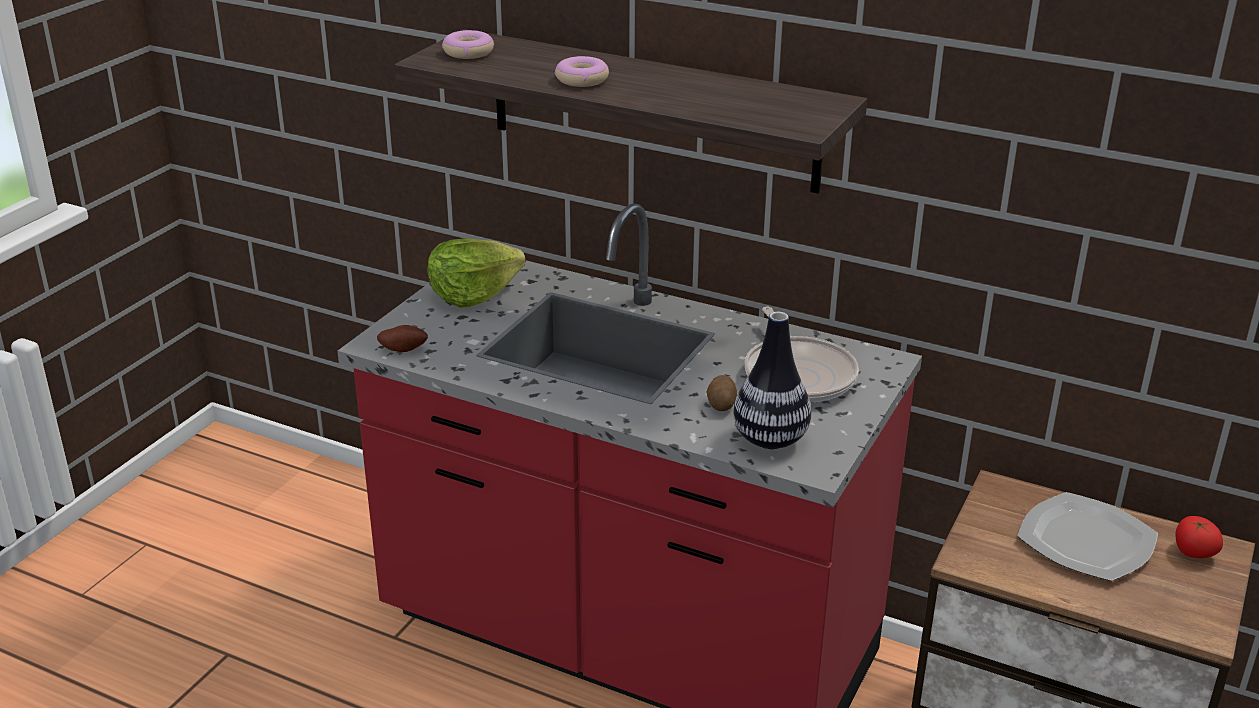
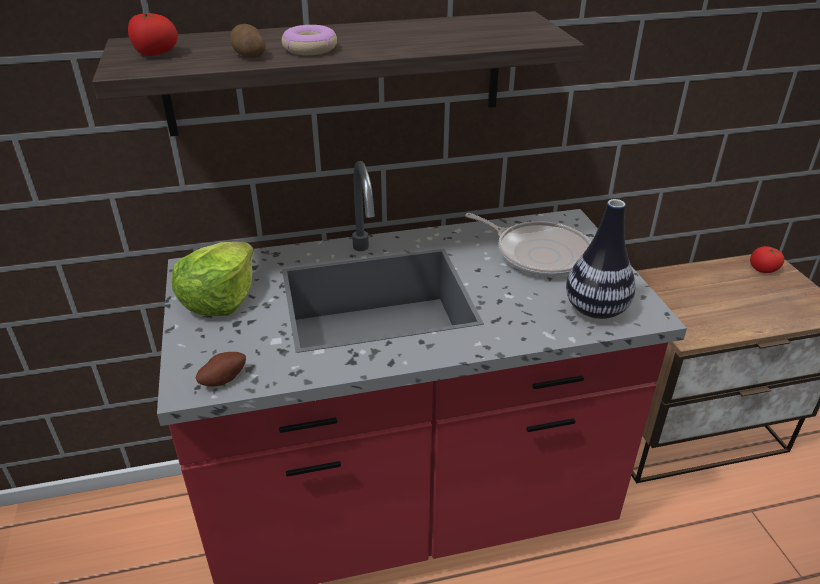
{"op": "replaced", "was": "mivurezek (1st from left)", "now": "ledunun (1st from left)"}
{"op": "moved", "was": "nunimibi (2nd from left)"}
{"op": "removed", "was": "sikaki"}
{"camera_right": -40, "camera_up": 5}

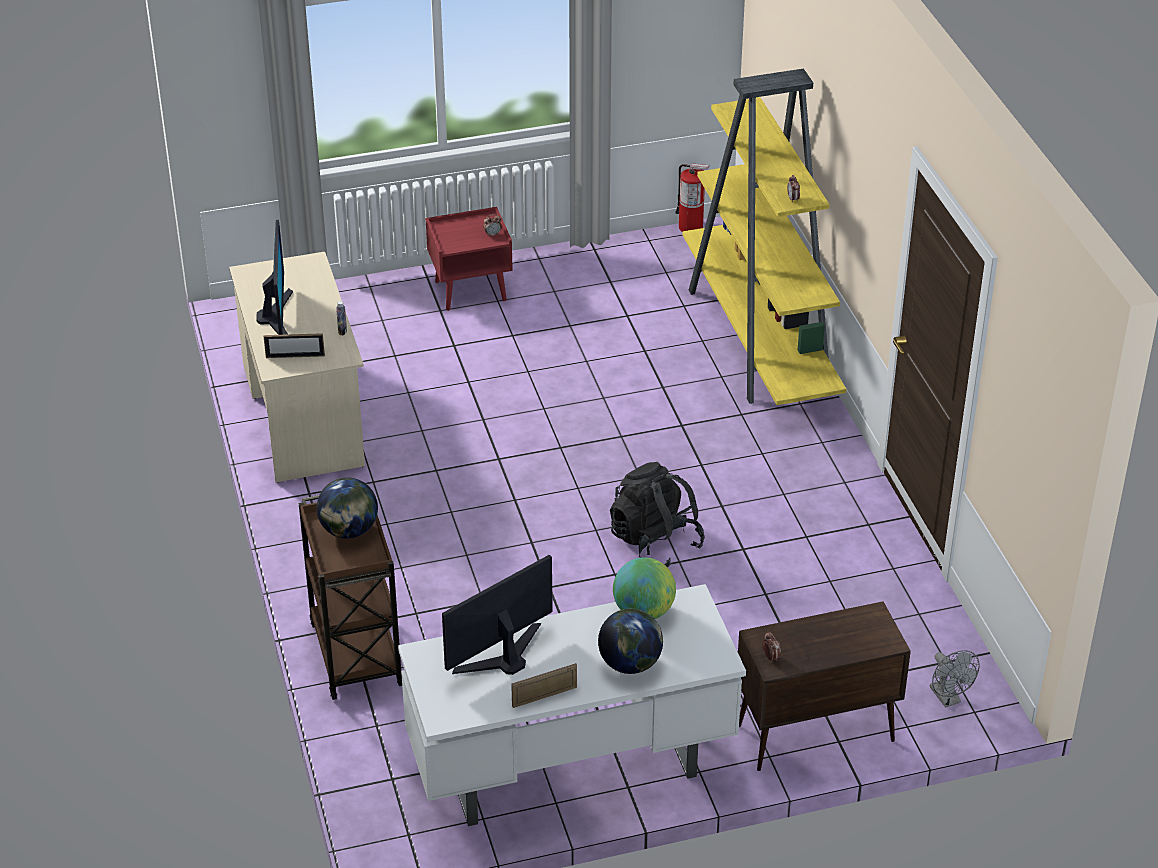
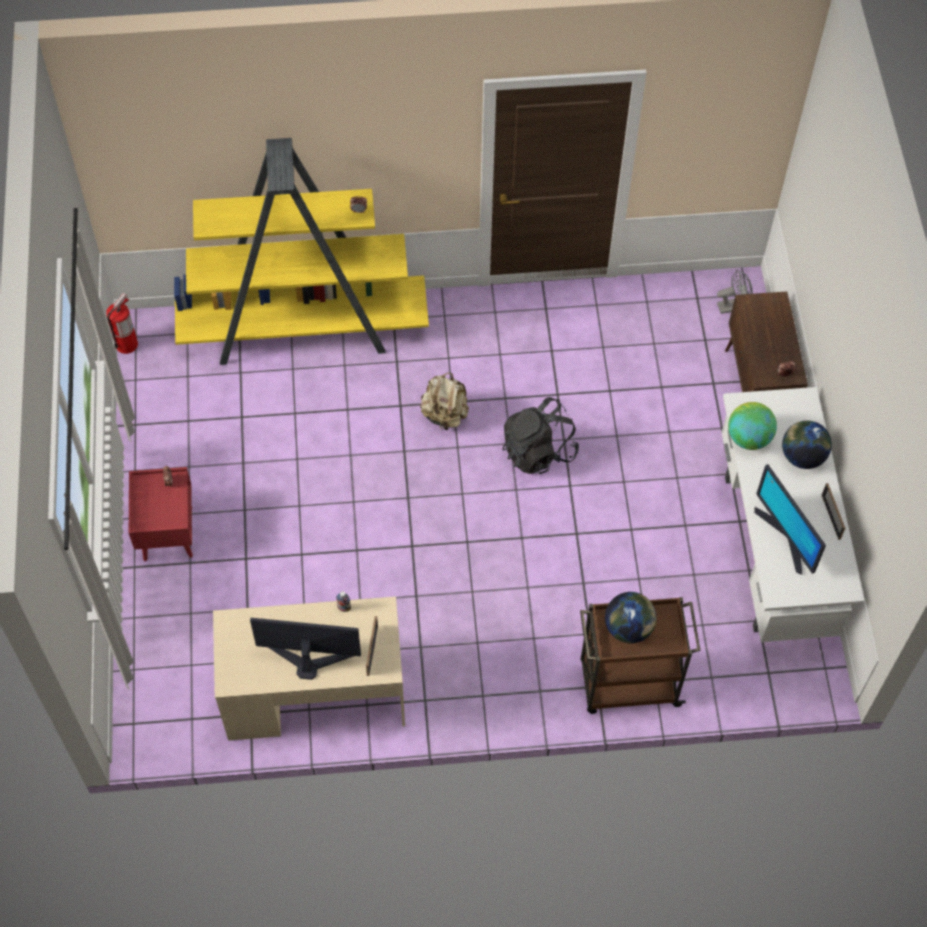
{"op": "added", "now": "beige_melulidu"}
{"camera_right": -80, "camera_up": 20}

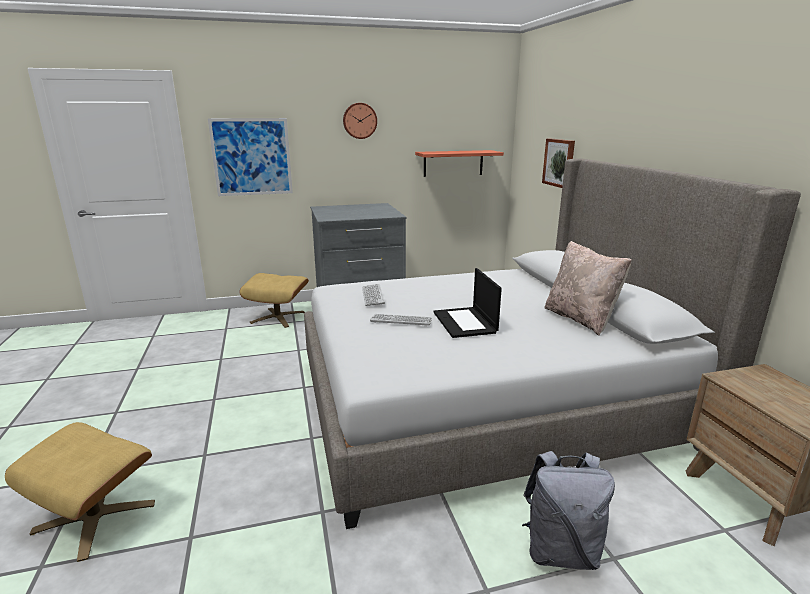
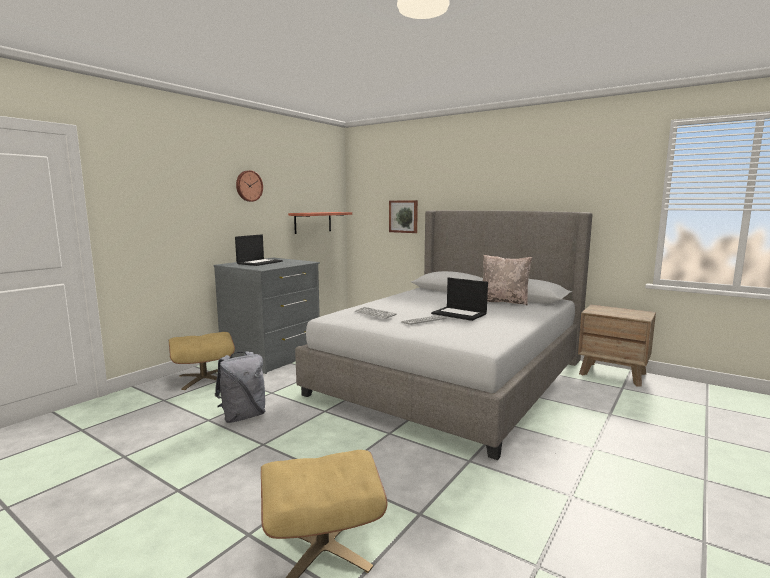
{"op": "removed", "was": "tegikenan (1st from left)"}
{"op": "moved", "was": "grey_melulidu"}
{"op": "added", "now": "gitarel (1st from left)"}
{"camera_right": -40, "camera_up": -10}

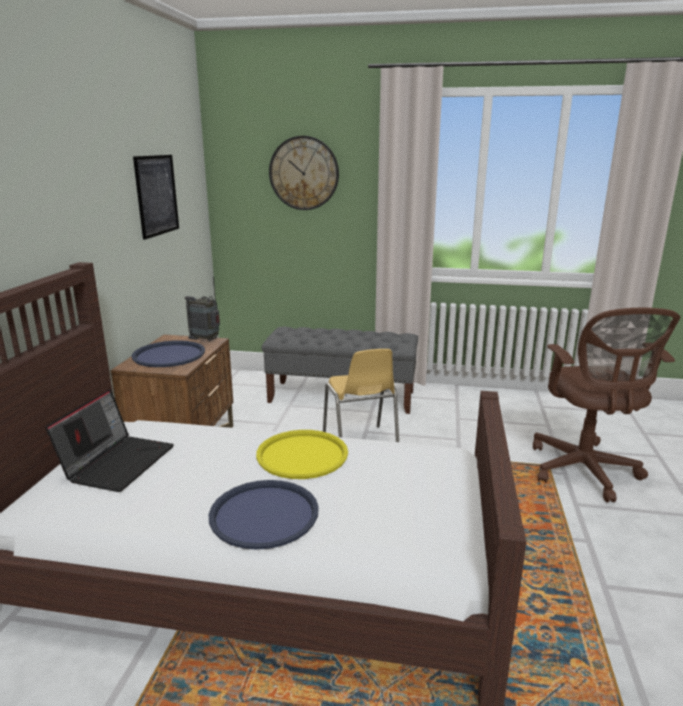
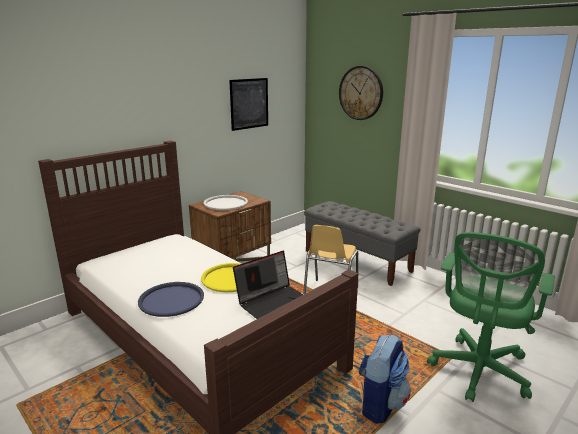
{"op": "moved", "was": "gitarel"}
{"op": "recoloured", "was": "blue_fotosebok (1st from left)", "now": "white_fotosebok"}
{"op": "removed", "was": "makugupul"}
{"op": "recoloured", "was": "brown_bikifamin", "now": "green_bikifamin"}
{"op": "added", "now": "melulidu"}
{"camera_right": 35, "camera_up": 0}

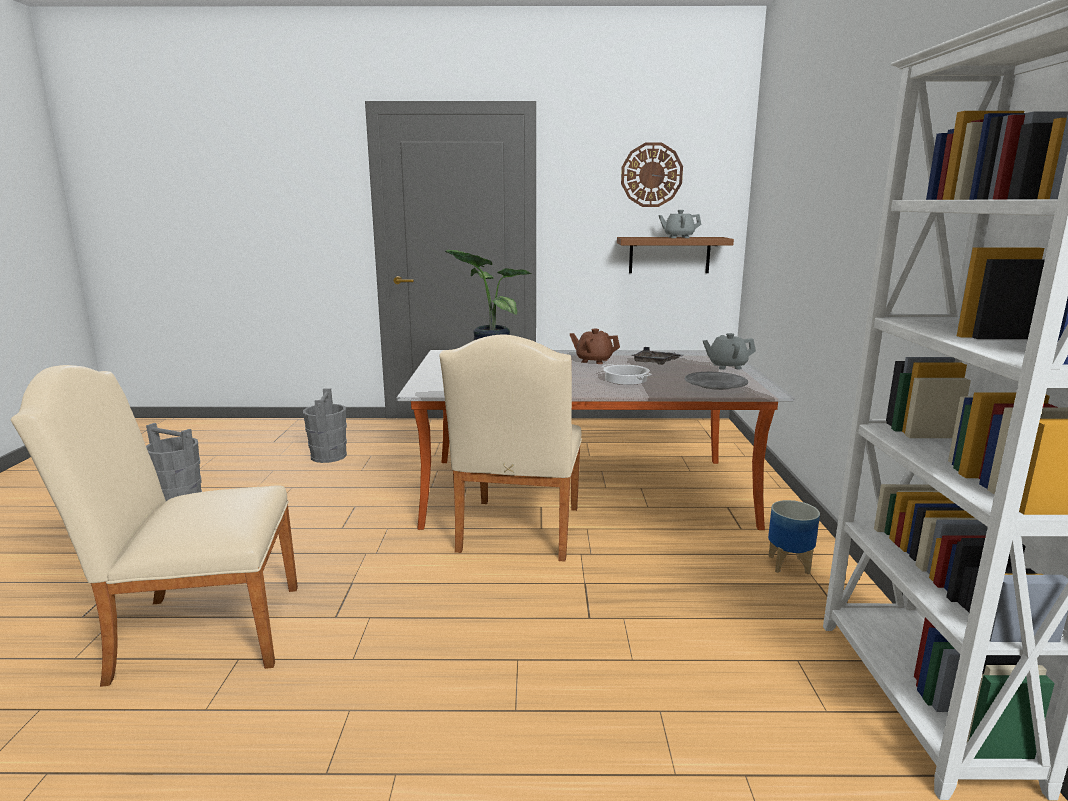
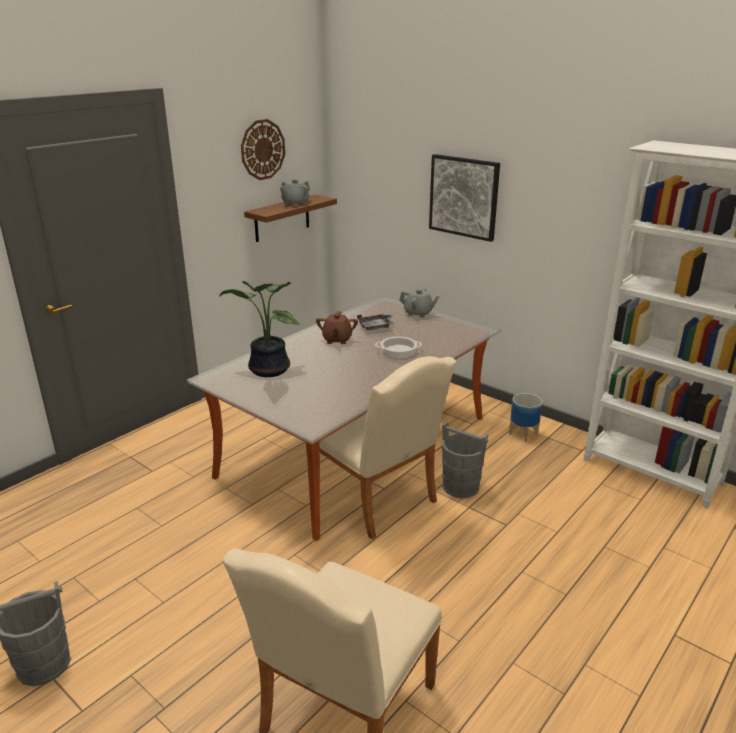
{"op": "moved", "was": "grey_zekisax (2nd from left)"}
{"op": "turned", "was": "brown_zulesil", "clockwise": -60}
{"op": "removed", "was": "grey_sikaki"}
{"op": "turned", "was": "grey_zulesil (2nd from left)", "clockwise": -105}
{"op": "added", "now": "tegikenan"}
{"camera_right": -50, "camera_up": 10}

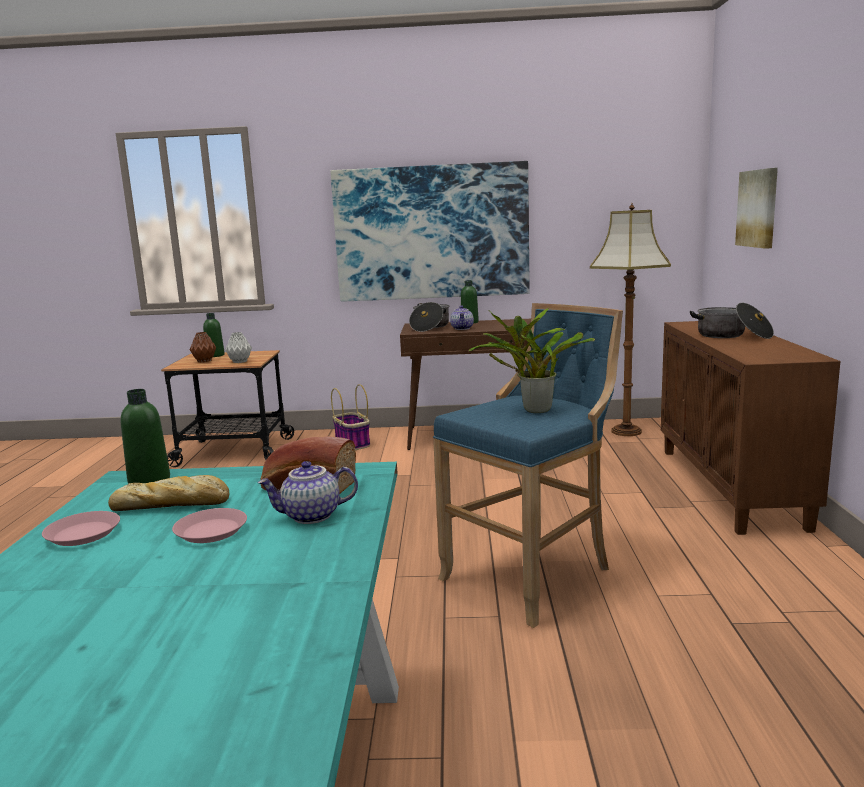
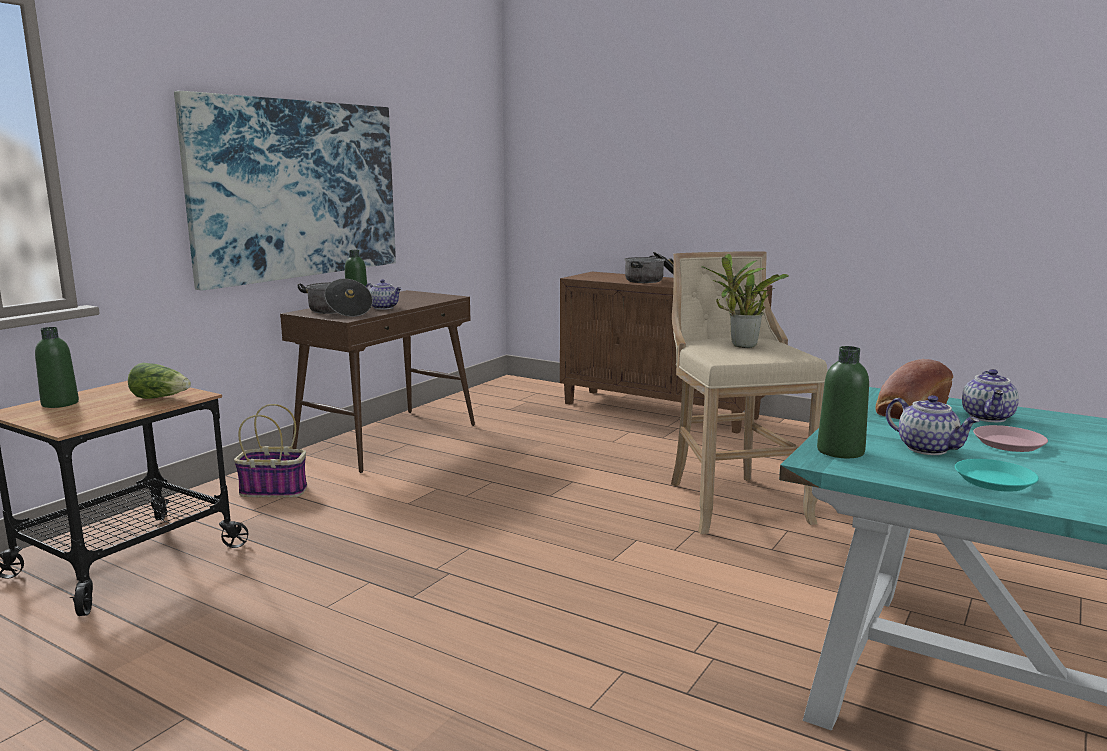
{"op": "recoloured", "was": "pink_sikaki (1st from left)", "now": "turquoise_sikaki"}
{"op": "replaced", "was": "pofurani (1st from left)", "now": "zulesil (2nd from left)"}
{"op": "removed", "was": "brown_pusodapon"}
{"op": "replaced", "was": "grey_pusodapon", "now": "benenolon"}
{"op": "recoloured", "was": "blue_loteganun", "now": "beige_loteganun"}
{"op": "removed", "was": "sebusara"}
{"op": "removed", "was": "tegikenan (2nd from left)"}
{"camera_right": -60, "camera_up": 0}

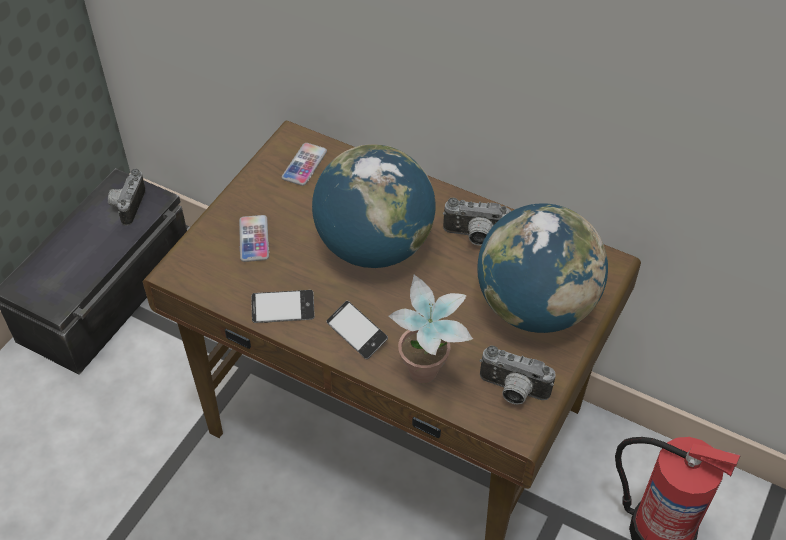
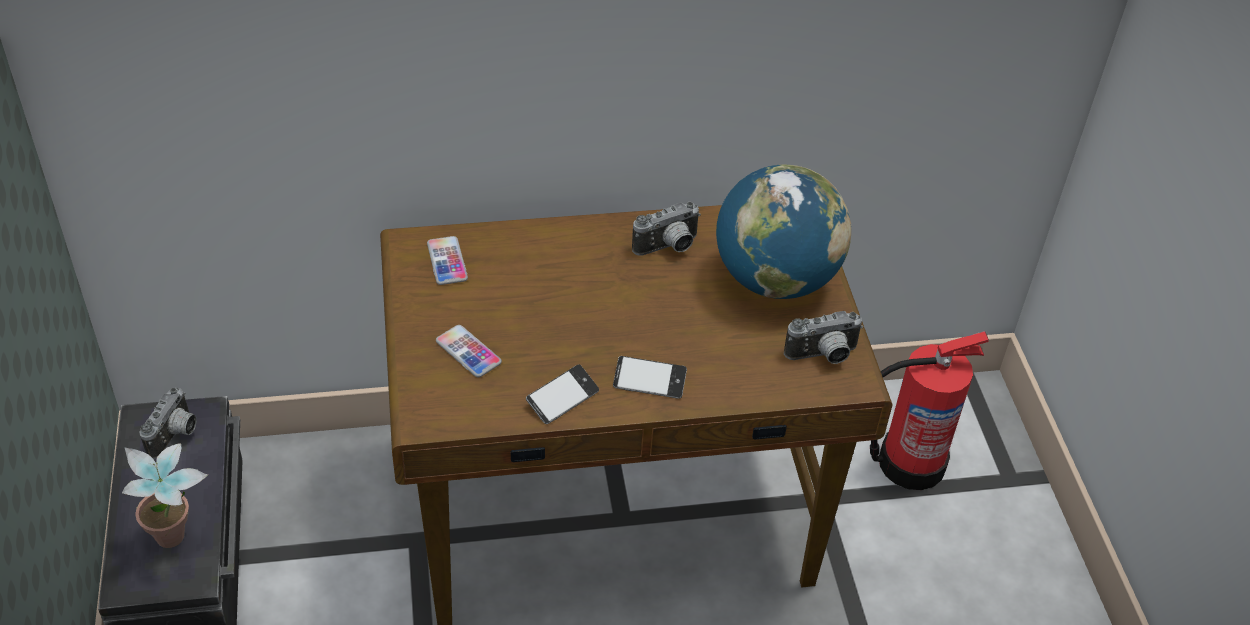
{"op": "turned", "was": "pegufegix (1st from left)", "clockwise": -135}
{"op": "removed", "was": "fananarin (1st from left)"}
{"op": "moved", "was": "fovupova"}
{"camera_right": -40, "camera_up": -5}

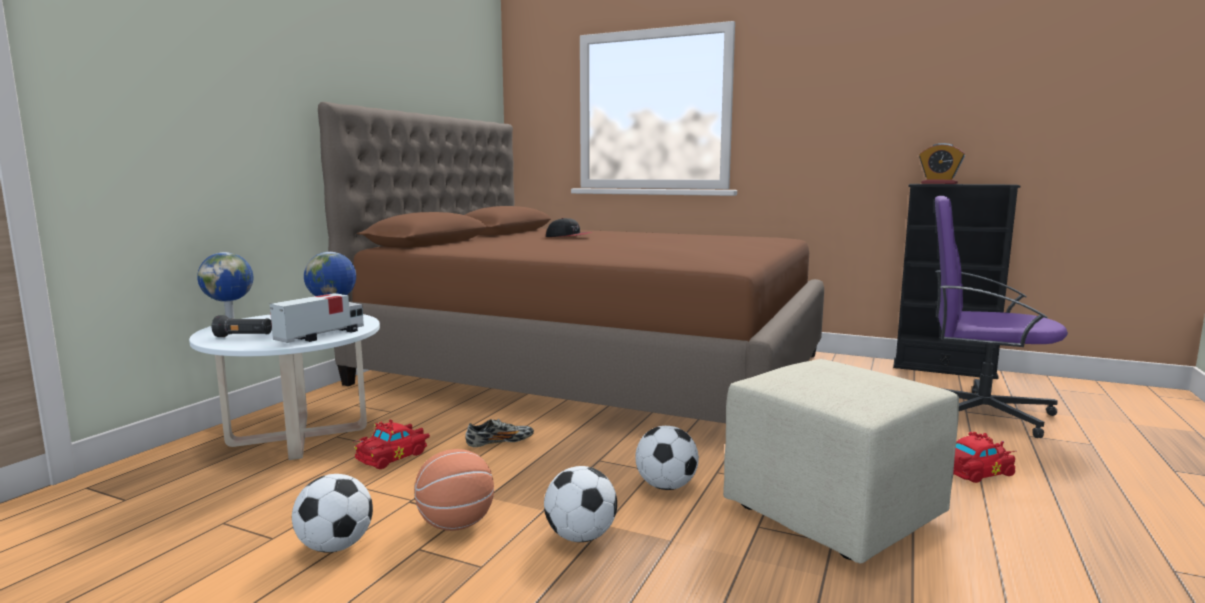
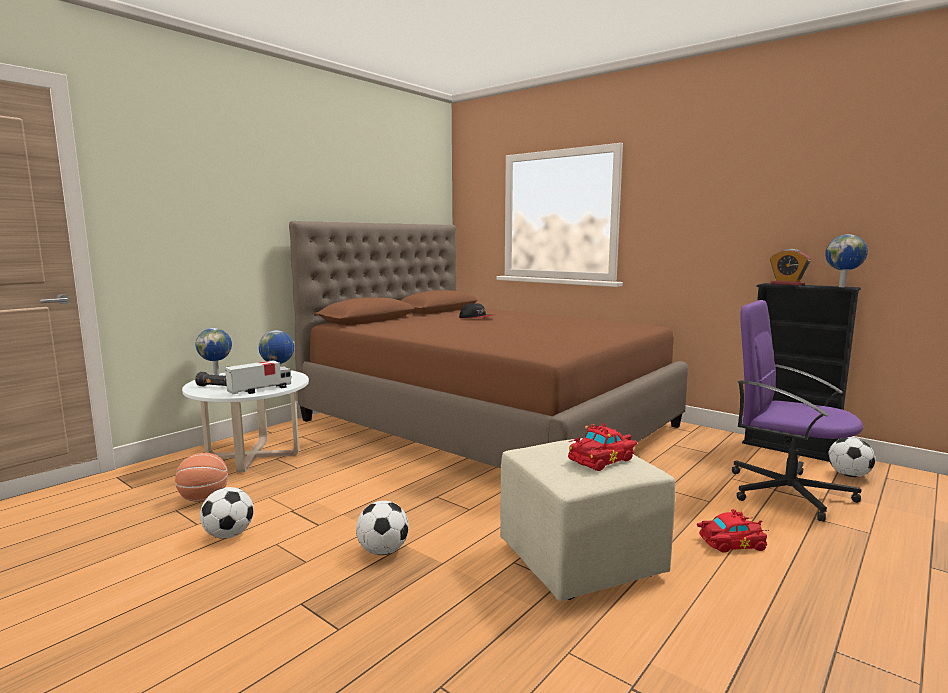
{"op": "moved", "was": "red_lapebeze (1st from left)"}
{"op": "moved", "was": "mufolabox"}
{"op": "removed", "was": "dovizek"}
{"op": "moved", "was": "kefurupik (3rd from left)"}
{"op": "added", "now": "fananarin (3rd from left)"}
{"camera_right": 15, "camera_up": 0}

